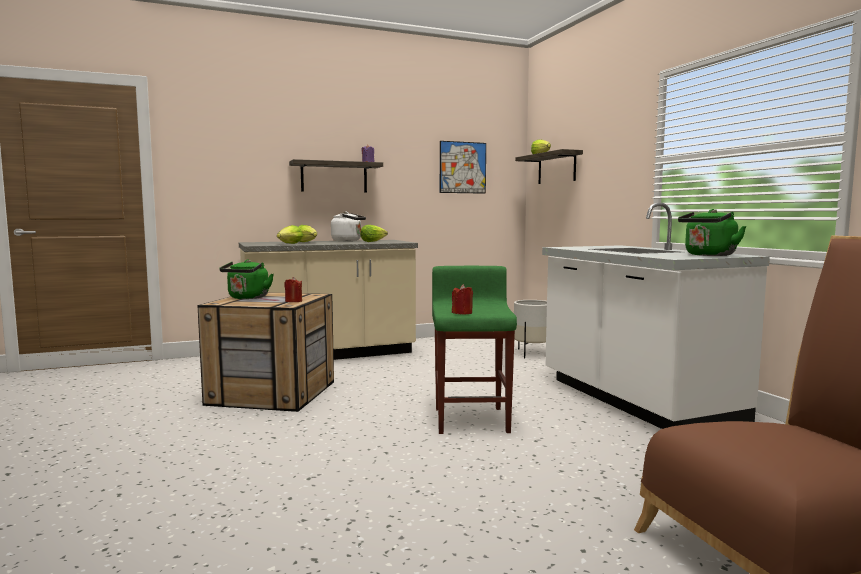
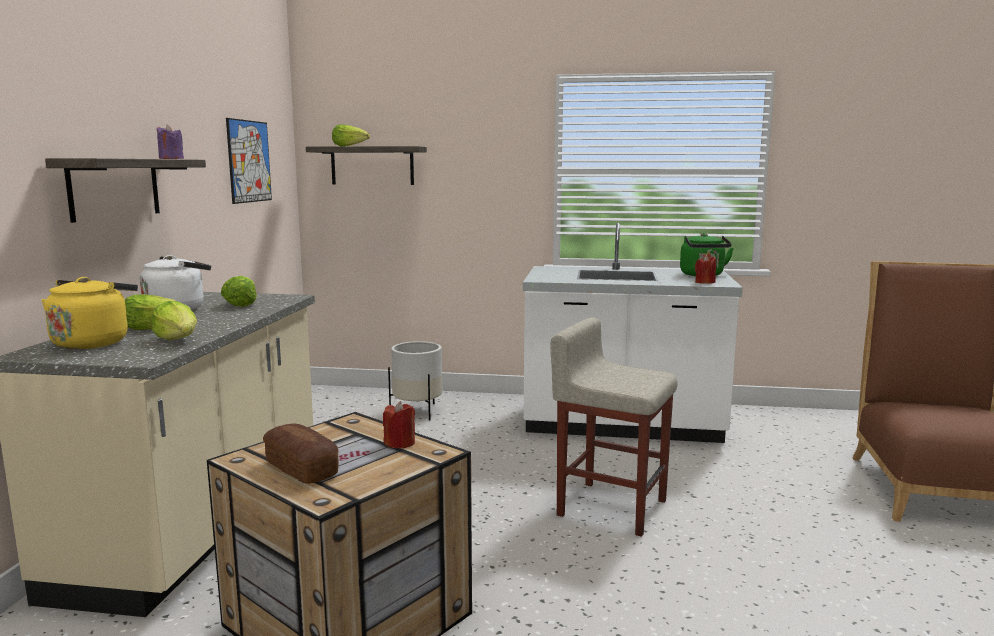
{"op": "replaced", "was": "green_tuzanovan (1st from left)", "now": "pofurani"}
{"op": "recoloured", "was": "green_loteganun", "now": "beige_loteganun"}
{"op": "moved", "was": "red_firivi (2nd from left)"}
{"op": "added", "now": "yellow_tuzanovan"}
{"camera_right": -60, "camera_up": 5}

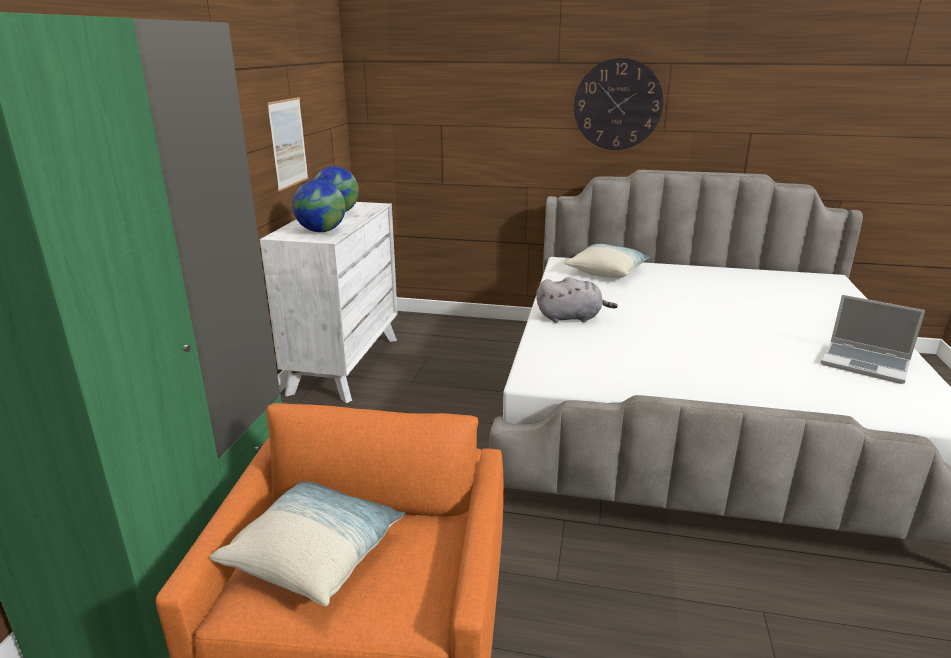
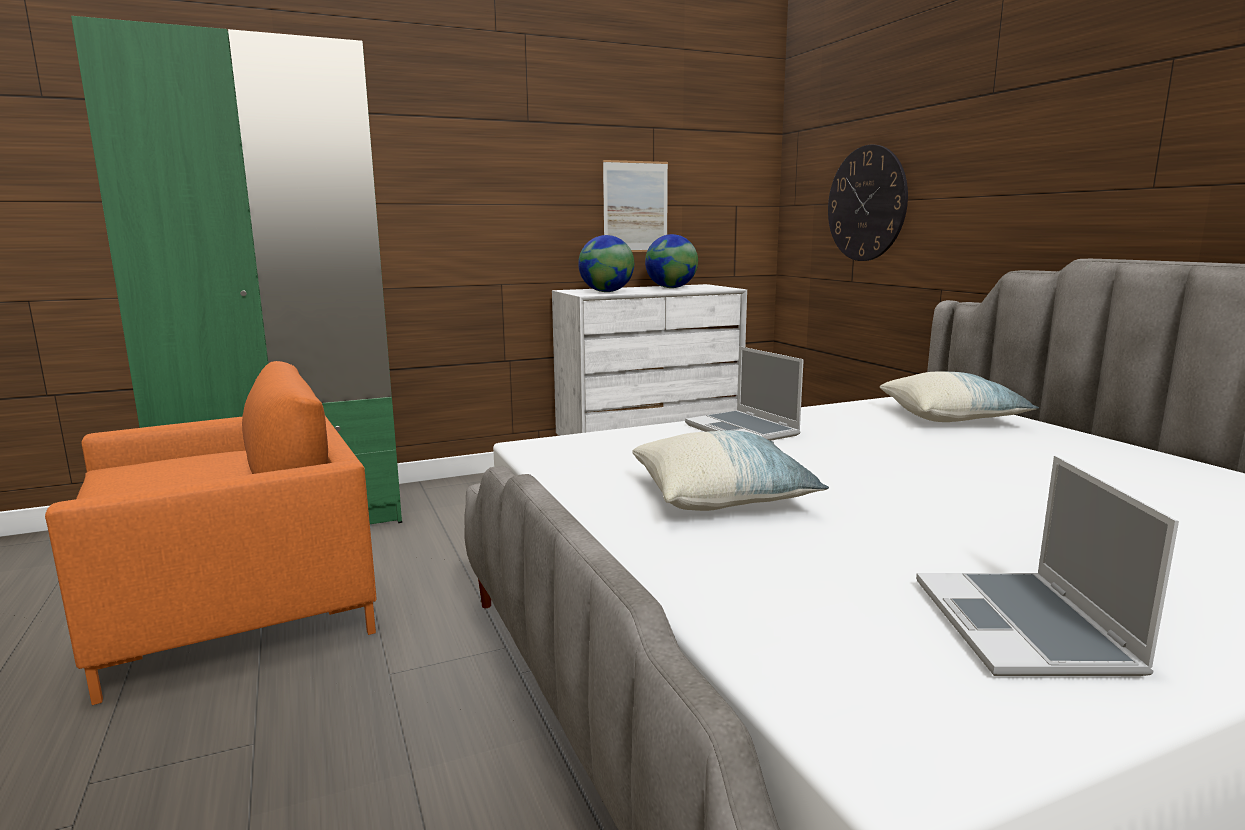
{"op": "moved", "was": "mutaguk (1st from left)"}
{"op": "replaced", "was": "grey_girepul", "now": "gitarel (1st from left)"}
{"op": "moved", "was": "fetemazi"}
{"camera_right": 55, "camera_up": -10}

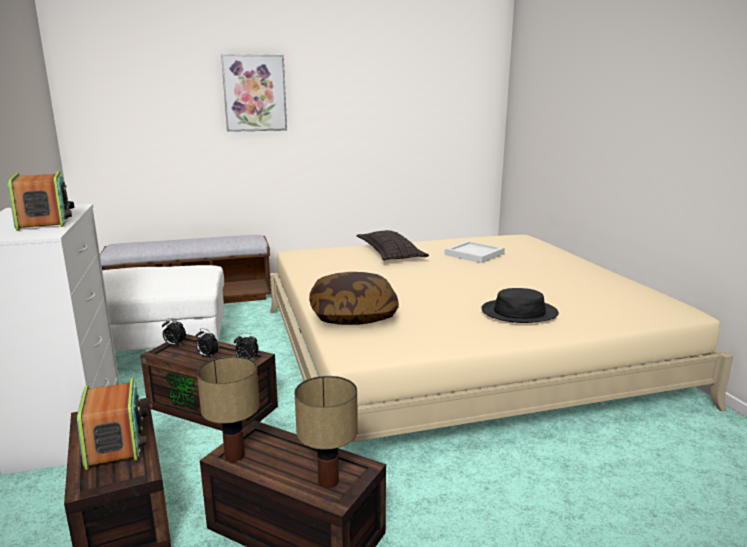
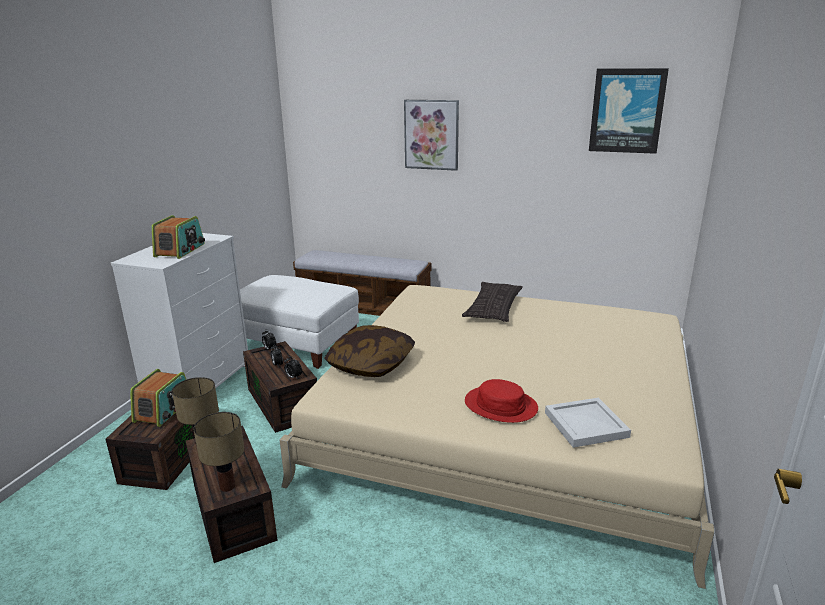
{"op": "moved", "was": "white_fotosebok"}
{"op": "recoloured", "was": "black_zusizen", "now": "red_zusizen"}
{"op": "added", "now": "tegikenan (2nd from left)"}
{"camera_right": 35, "camera_up": 5}

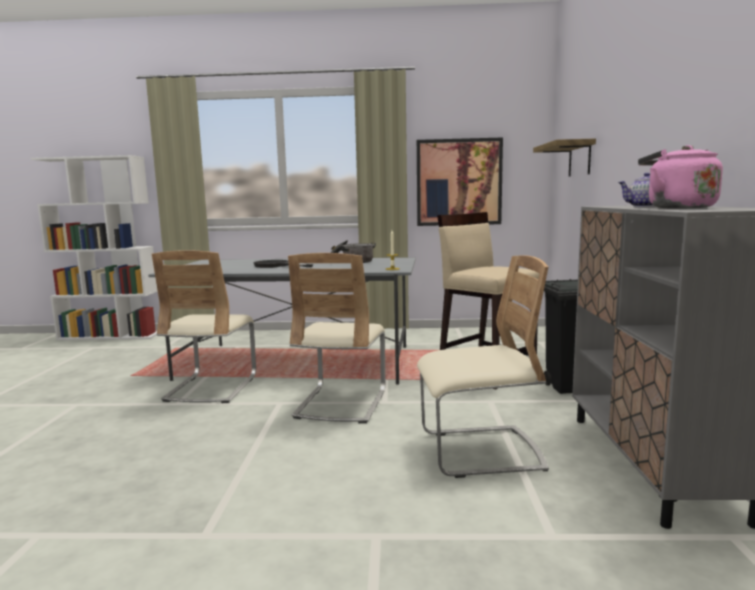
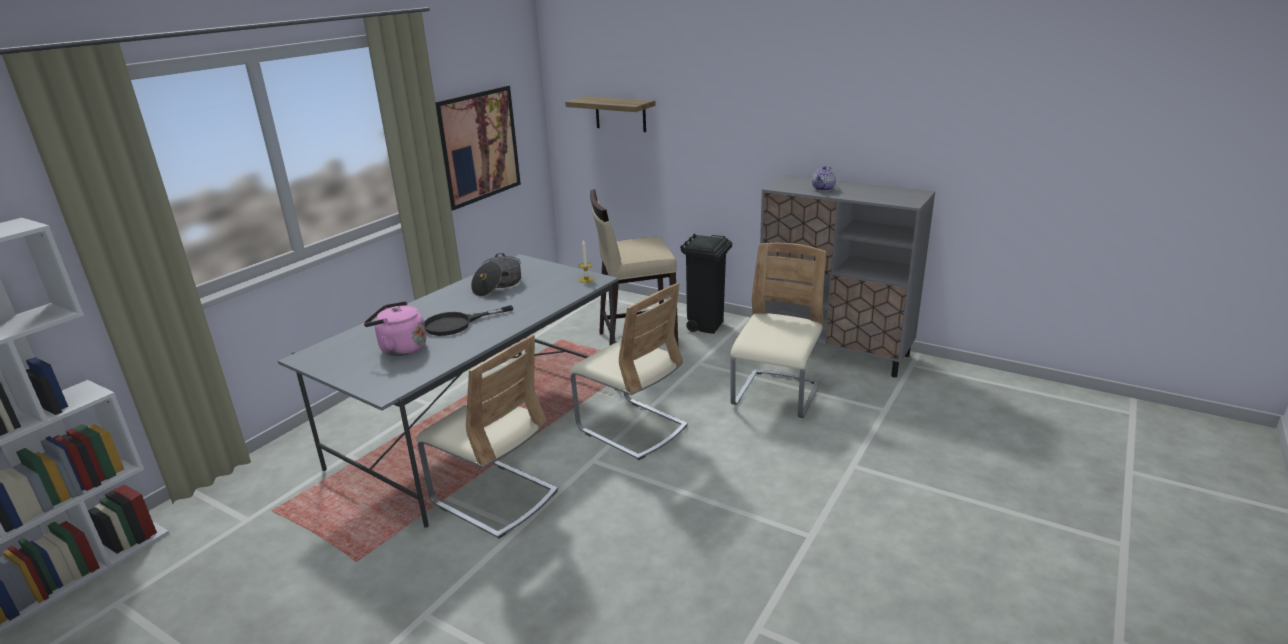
{"op": "moved", "was": "pink_tuzanovan"}
{"camera_right": -60, "camera_up": 15}

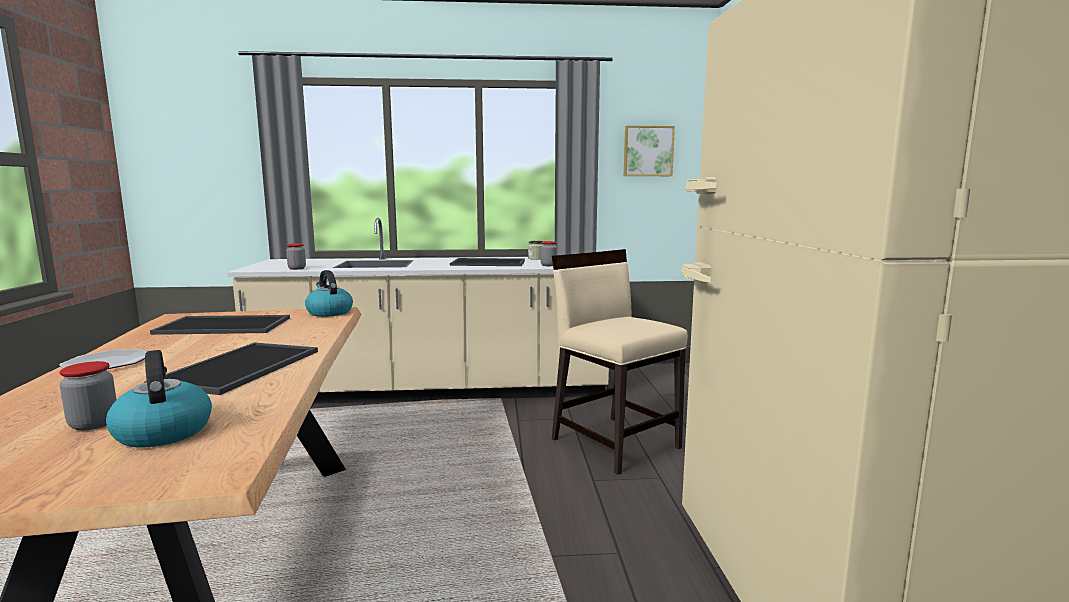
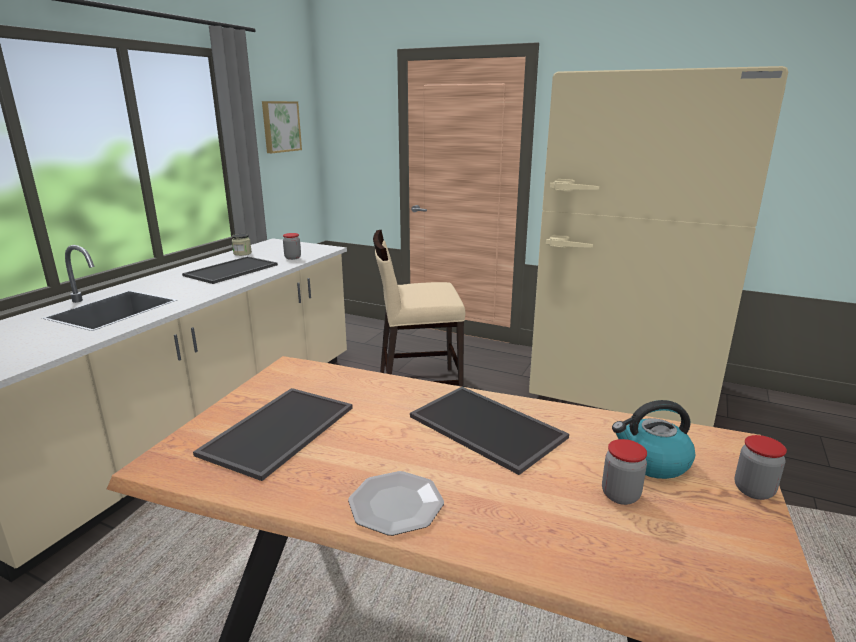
{"op": "moved", "was": "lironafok (2nd from left in the first image)", "now": "lironafok (4th from left)"}
{"op": "removed", "was": "tuzanovan (2nd from left)"}
{"camera_right": -60, "camera_up": 10}

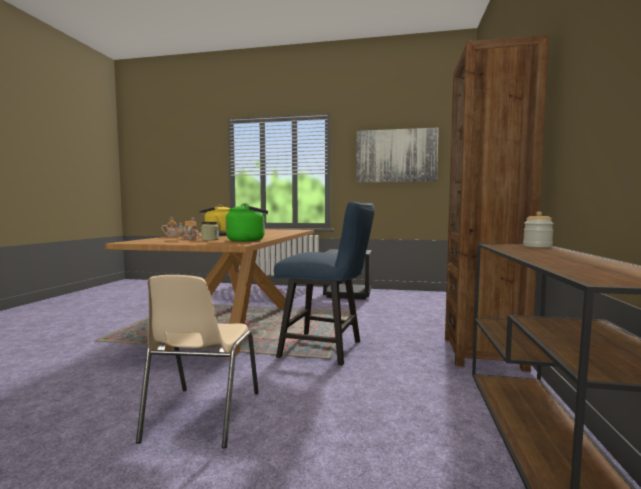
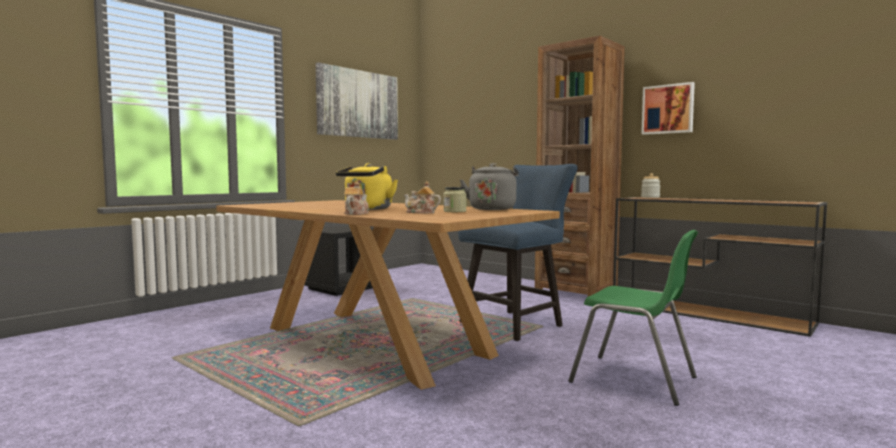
{"op": "recoloured", "was": "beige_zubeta", "now": "green_zubeta"}
{"op": "recoloured", "was": "green_tuzanovan", "now": "grey_tuzanovan"}
{"op": "added", "now": "tegikenan (2nd from left)"}
{"camera_right": -60, "camera_up": 0}

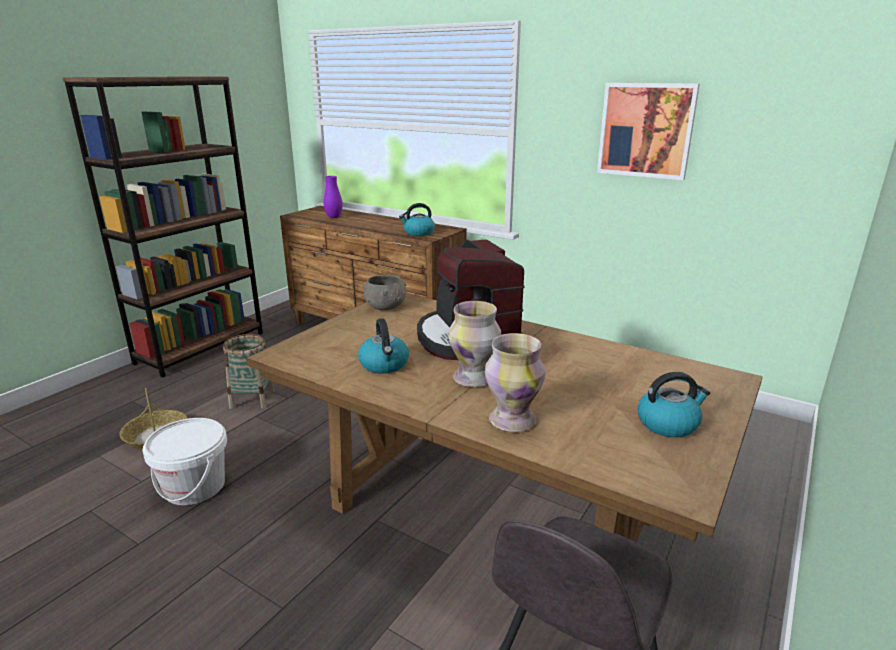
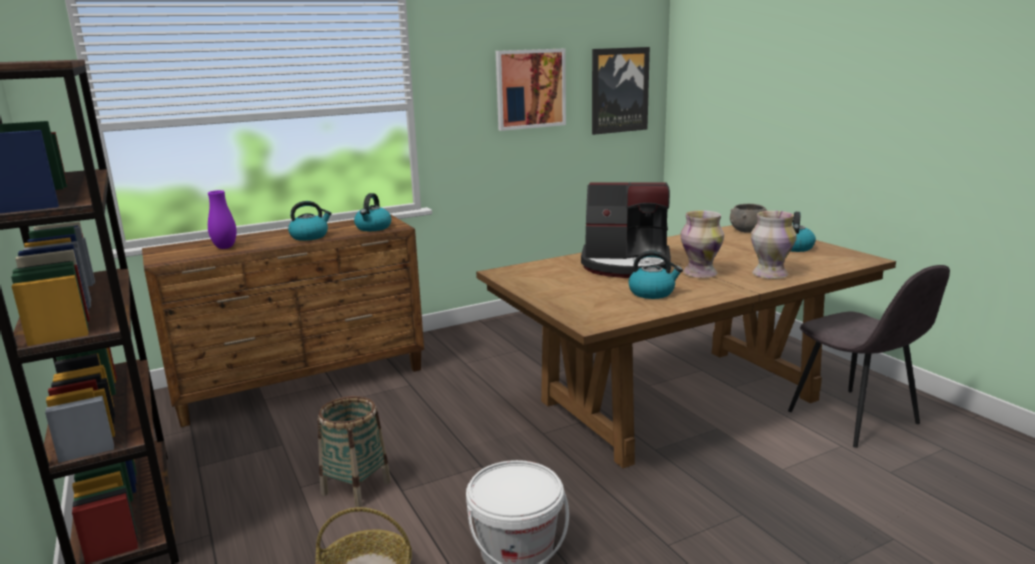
{"op": "moved", "was": "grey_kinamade"}
{"op": "added", "now": "tuzanovan (1st from left)"}
{"op": "added", "now": "tegikenan (2nd from left)"}
{"camera_right": -60, "camera_up": -5}

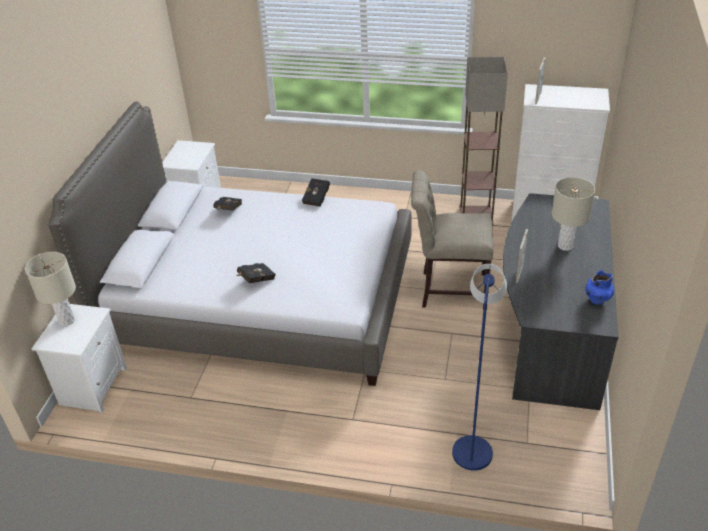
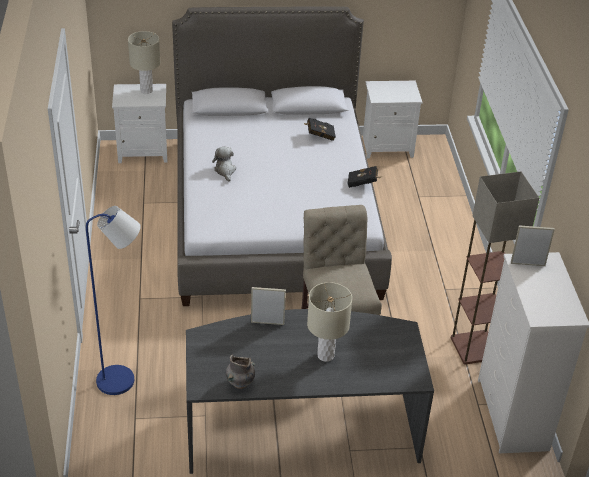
{"op": "replaced", "was": "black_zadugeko (2nd from left)", "now": "girepul"}
{"op": "recoloured", "was": "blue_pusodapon", "now": "grey_pusodapon"}
{"camera_right": 70, "camera_up": 0}

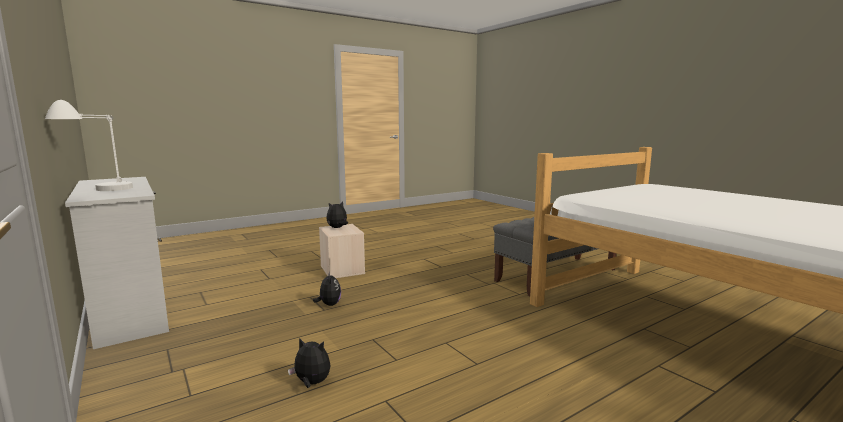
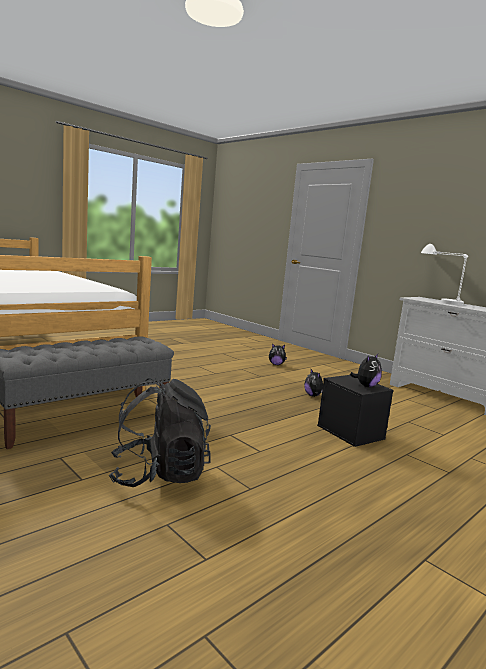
{"op": "recoloured", "was": "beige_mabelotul", "now": "black_mabelotul"}
{"op": "added", "now": "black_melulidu"}
{"camera_right": 170, "camera_up": 0}

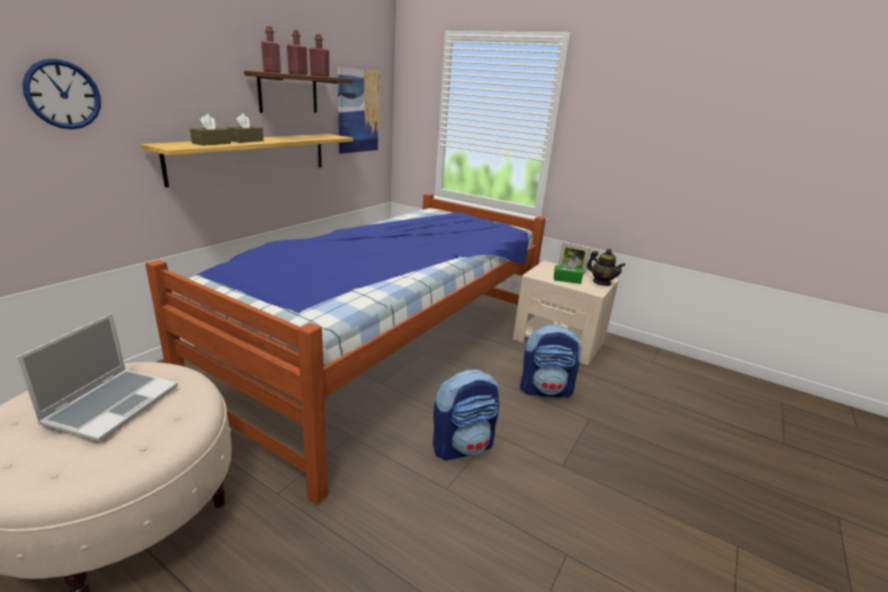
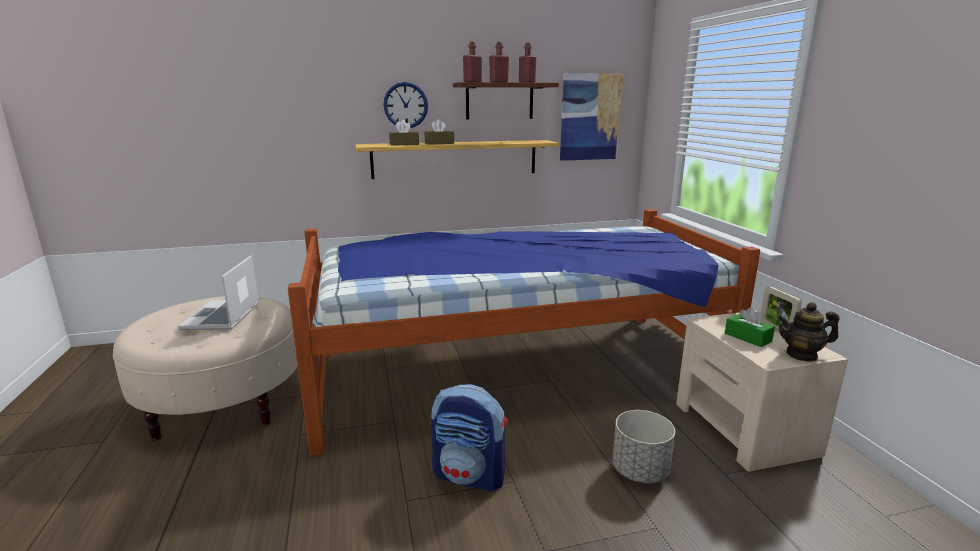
{"op": "turned", "was": "gitarel", "clockwise": 120}
{"op": "moved", "was": "fetemazi"}
{"op": "replaced", "was": "melulidu (2nd from left)", "now": "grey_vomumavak"}
{"op": "turned", "was": "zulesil", "clockwise": 90}
{"camera_right": 45, "camera_up": -5}

